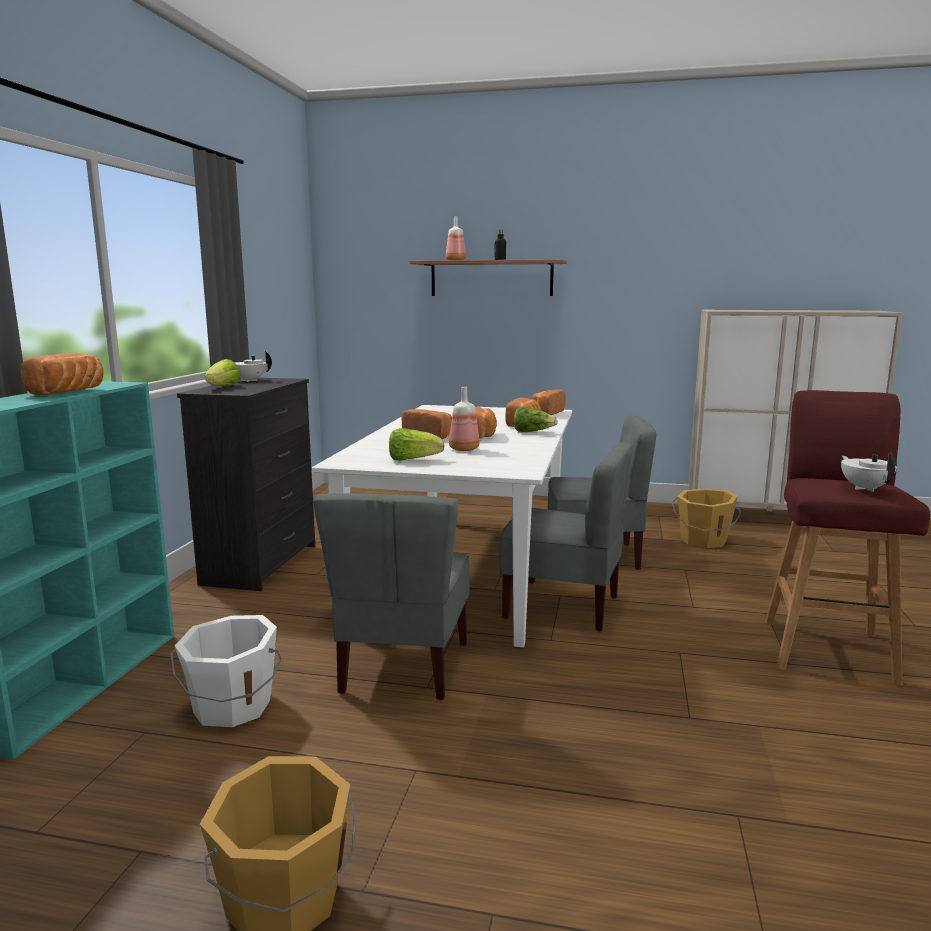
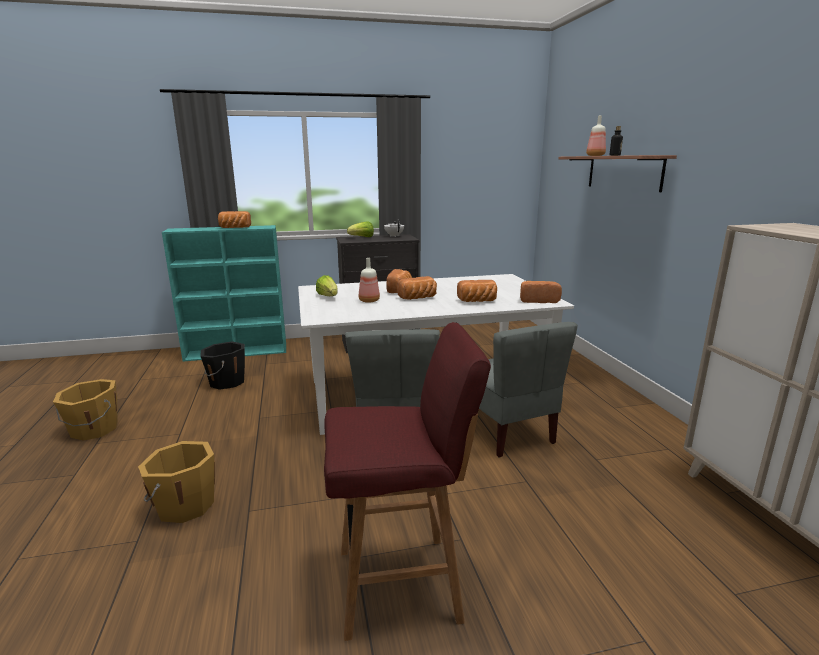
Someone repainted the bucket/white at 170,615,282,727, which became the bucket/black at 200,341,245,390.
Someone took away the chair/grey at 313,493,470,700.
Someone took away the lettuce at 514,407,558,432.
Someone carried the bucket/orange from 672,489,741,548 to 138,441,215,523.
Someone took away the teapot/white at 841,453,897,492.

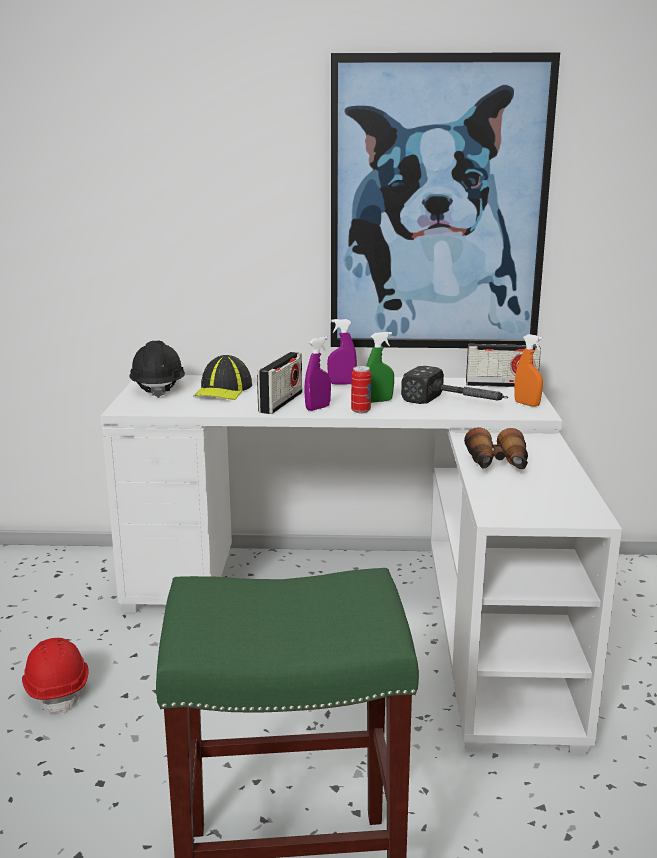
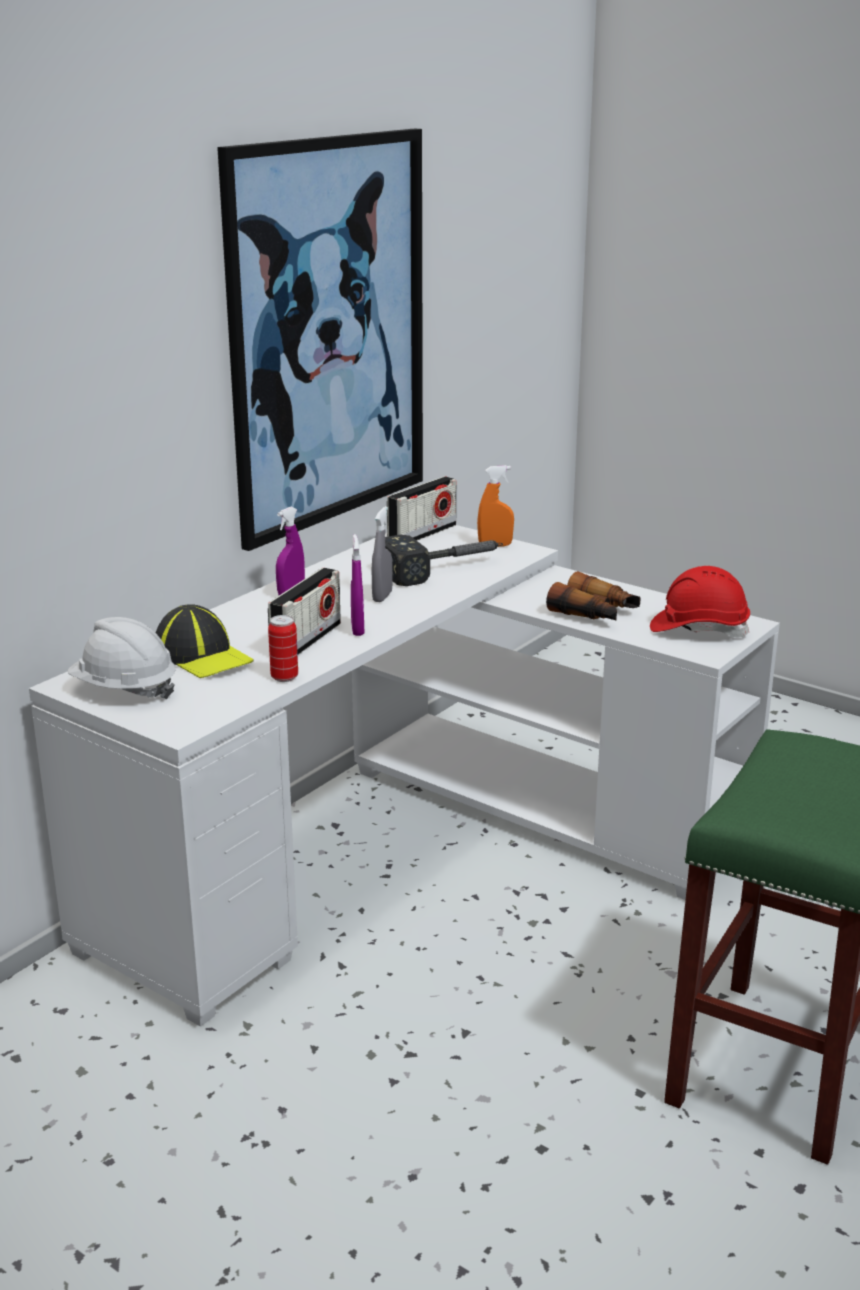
Someone carried the hard hat/red from 22,638,89,714 to 650,566,750,637.
Someone repainted the hard hat/black at 129,341,185,398, which became the hard hat/white at 68,617,176,699.
Someone rotated the radio at 257,352,302,414 by 60 degrees clockwise.
Someone carried the can from 351,366,371,413 to 268,615,298,682.
Someone repainted the spray bottle/green at 366,332,394,403, which became the spray bottle/grey at 372,506,393,602.

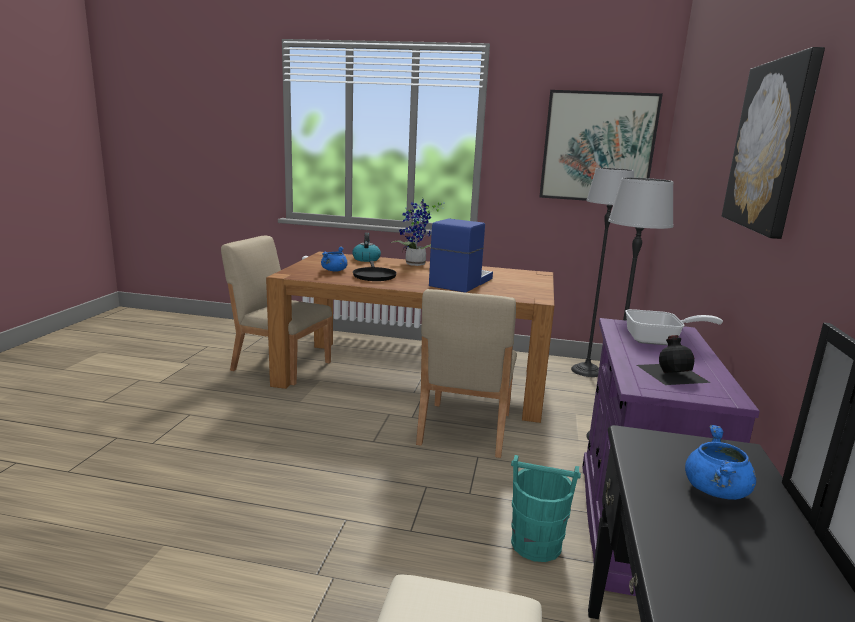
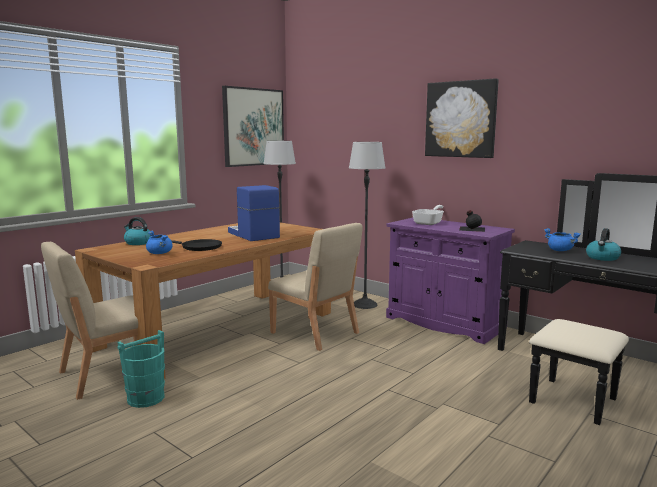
Someone took away the potted plant at 391,199,445,266.
Someone carried the bucket/turquoise from 511,455,581,562 to 118,330,165,408.
Someone put down the kettle at 586,228,621,261.

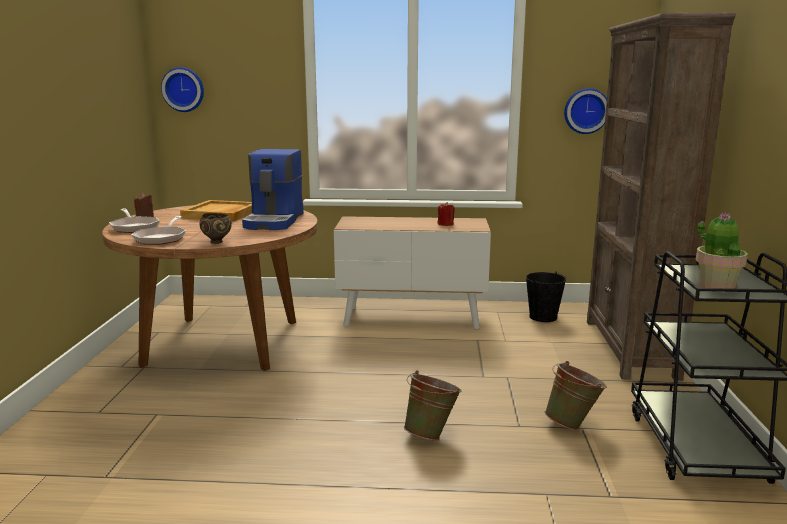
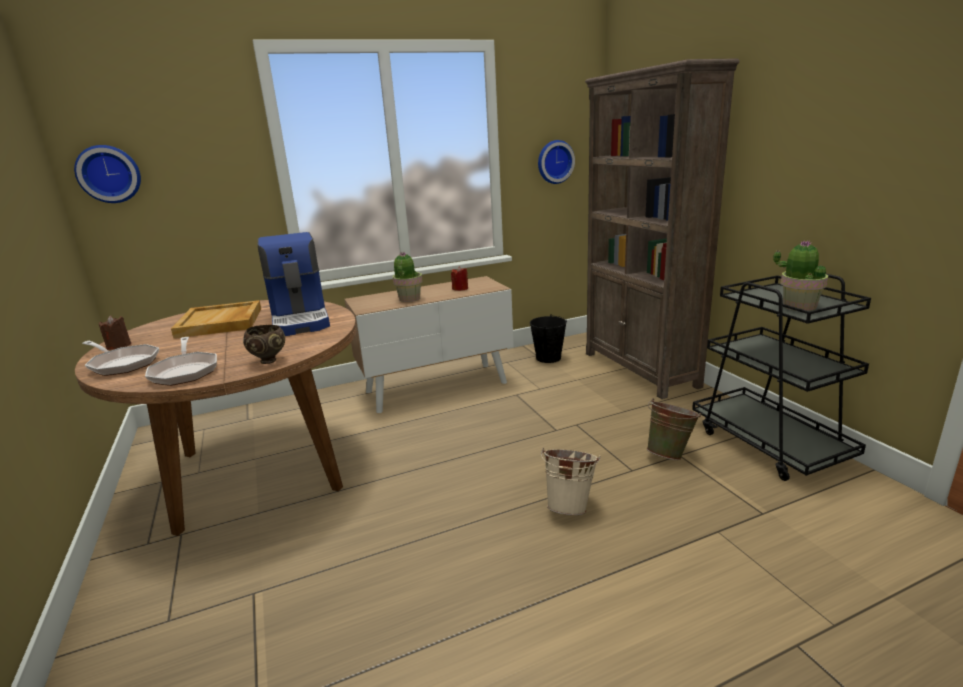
Someone repainted the bucket/green at 404,370,462,440, which became the bucket/beige at 541,447,600,515.
Someone put down the potted plant at 393,252,423,302.

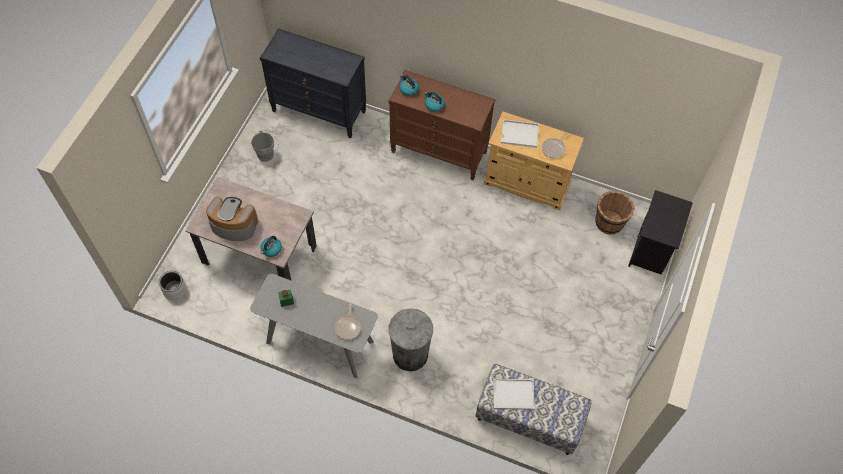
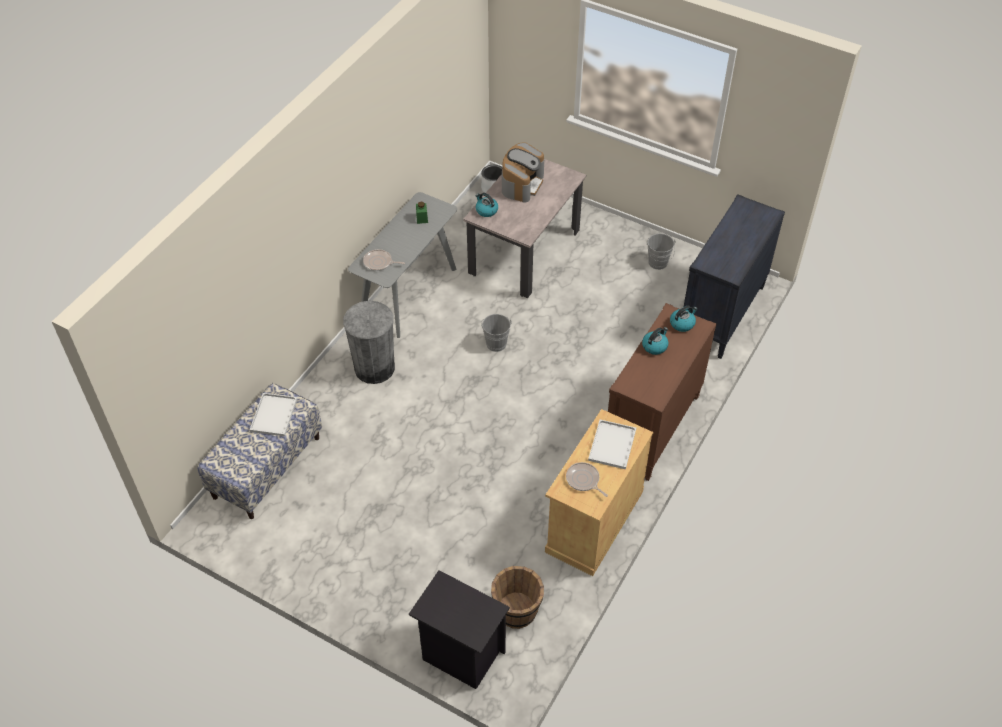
Someone put down the bucket/grey at 481,314,512,352.

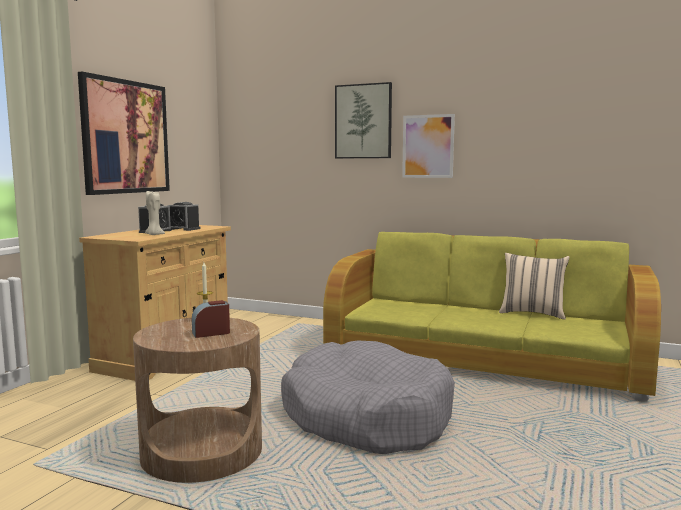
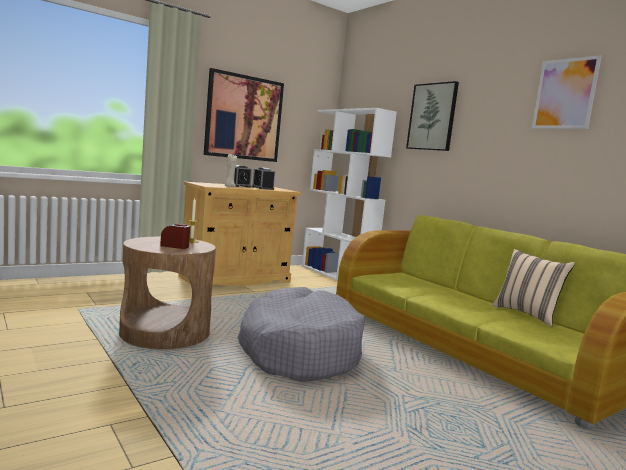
Someone carried the picture from 402,114,455,178 to 532,55,602,129.
Someone put down the bookcase/white at 302,108,397,281.

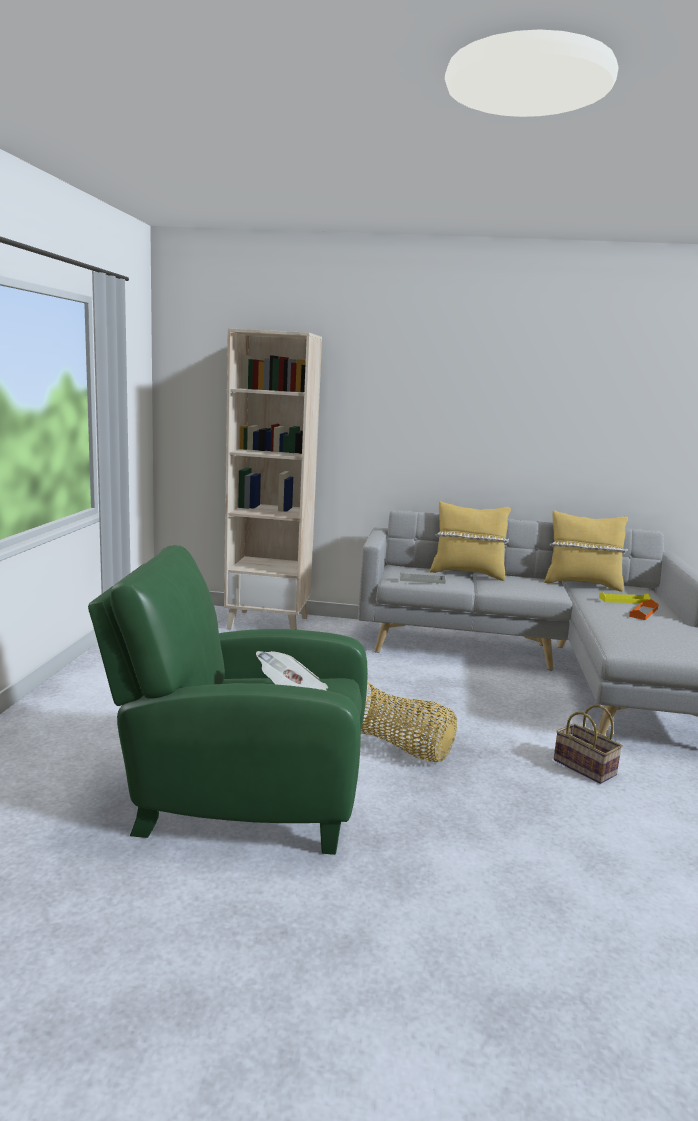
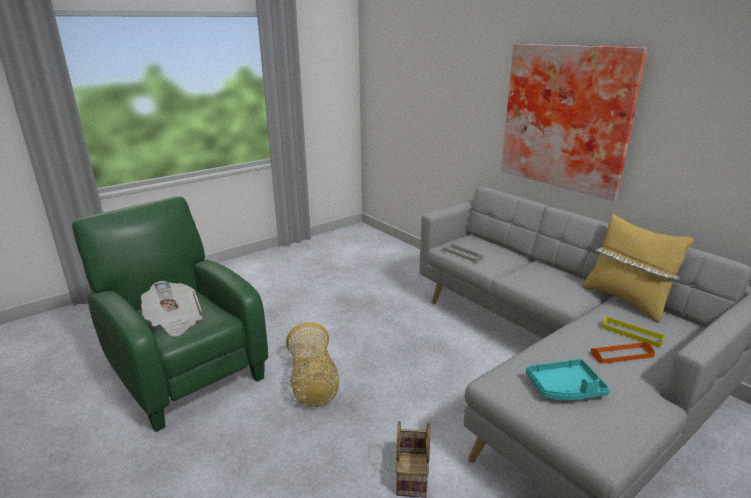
Someone took away the bookcase/beige at 224,328,322,630.
Someone took away the pillow/yellow at 430,501,511,581.
Someone put up the picture at 501,44,647,201.
Someone put down the tray/turquoise at 526,359,610,400.

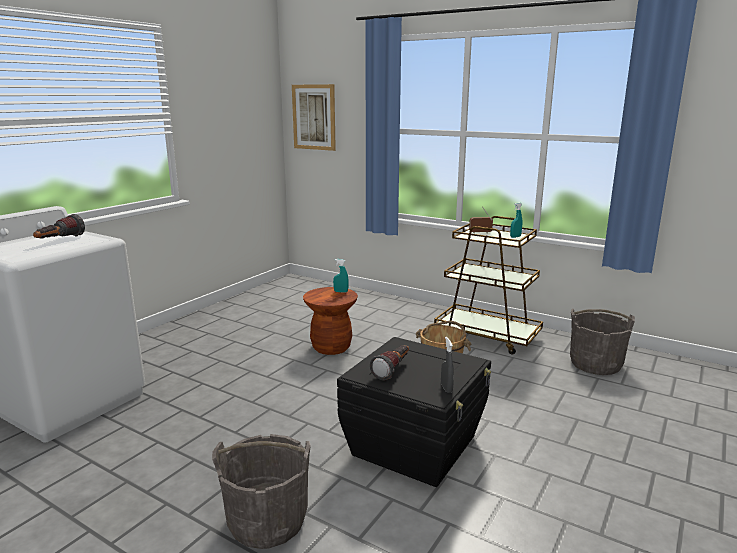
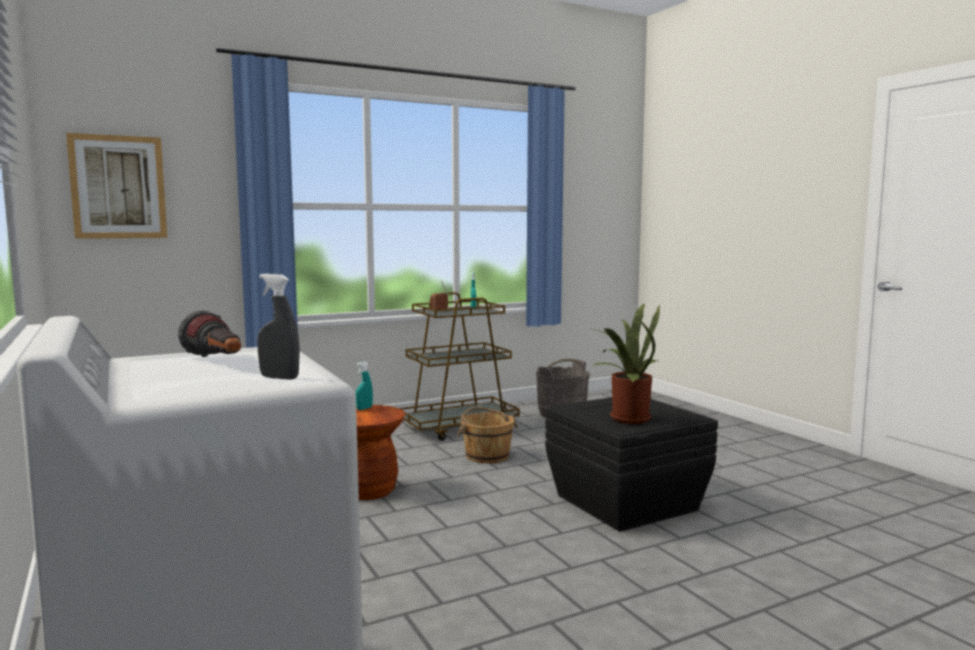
Someone took away the bucket/grey at 212,434,311,549.
Someone swapped the flashlight at 370,345,409,380 for the potted plant at 592,304,660,424.
Someone carried the spray bottle/grey from 441,337,454,393 to 257,274,300,380.

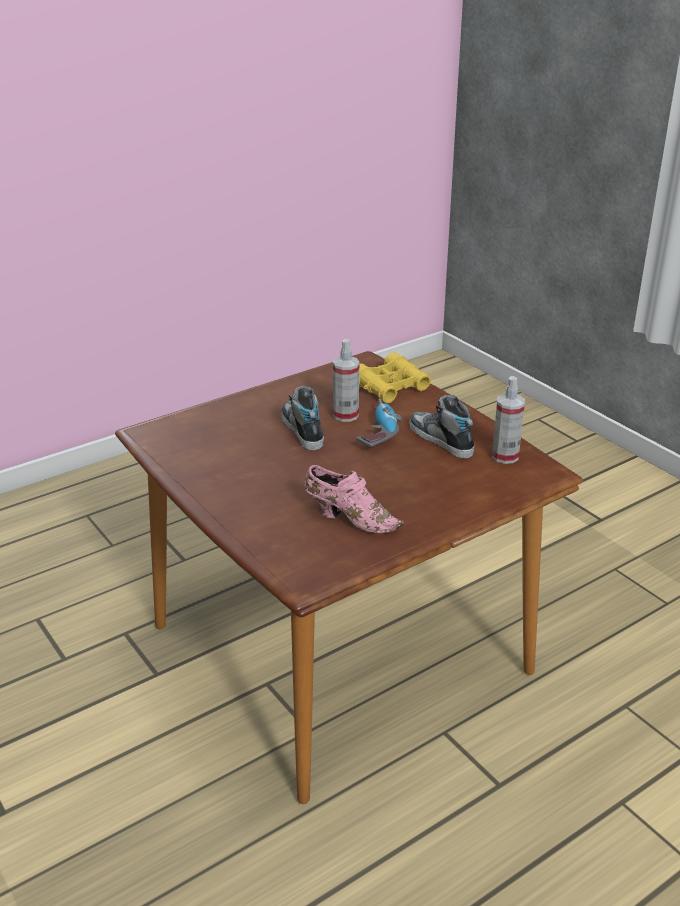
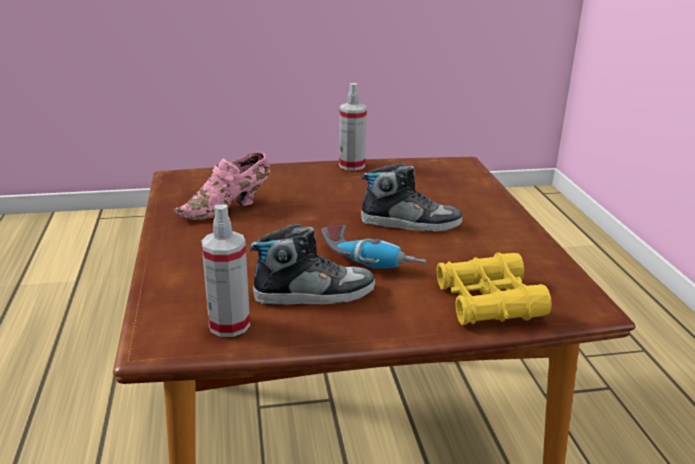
Someone carried the spray bottle from 333,339,359,422 to 339,83,367,171.

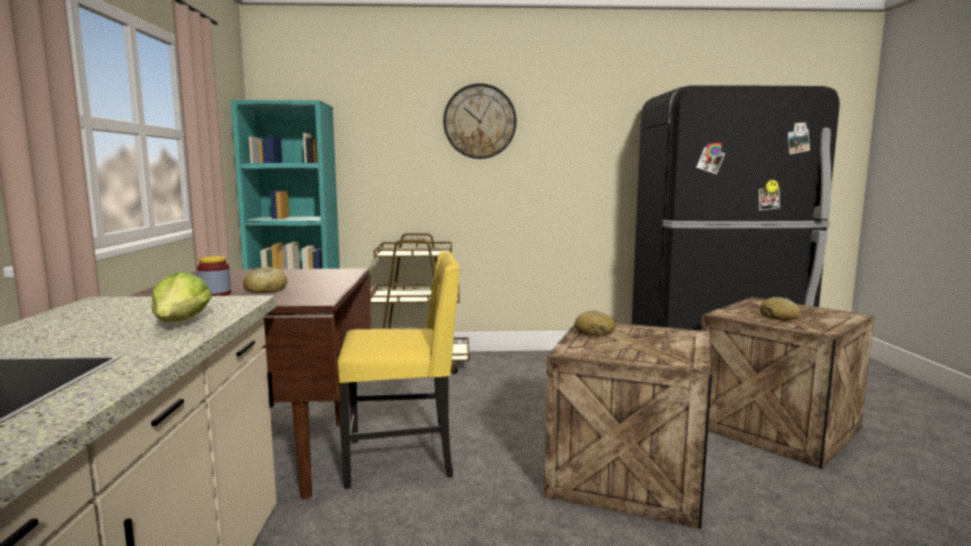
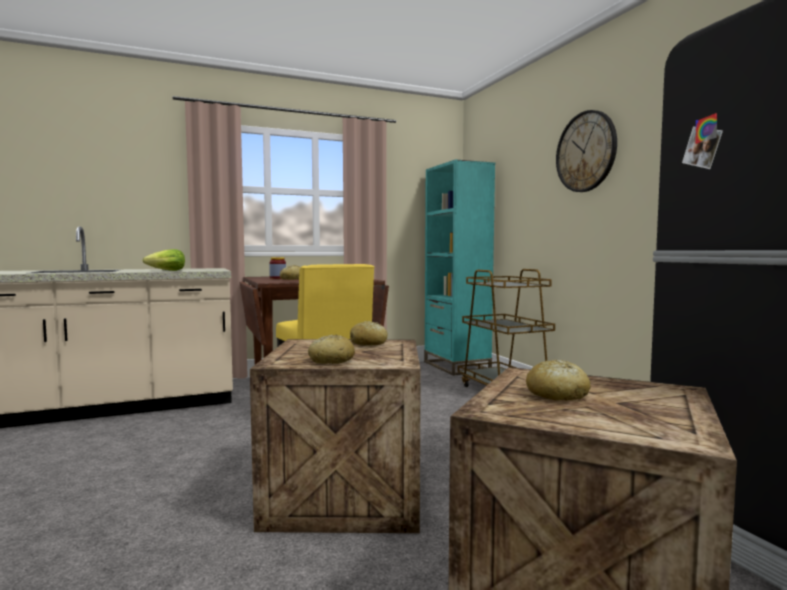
Someone put down the bread at 308,335,355,364.

